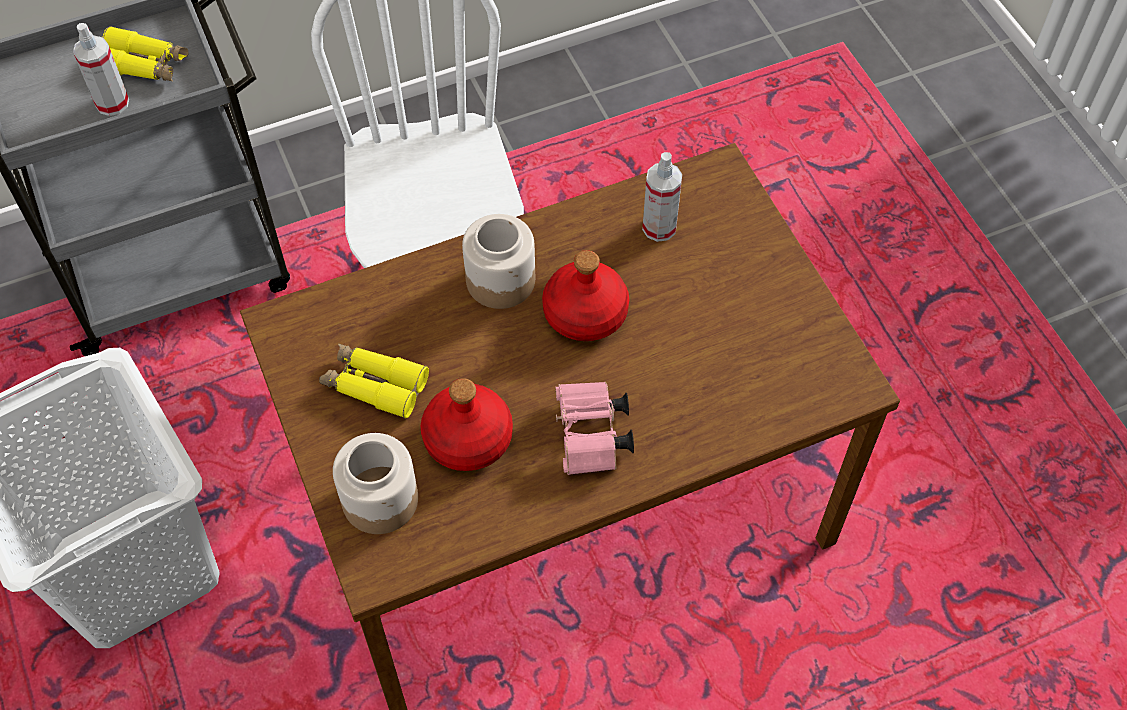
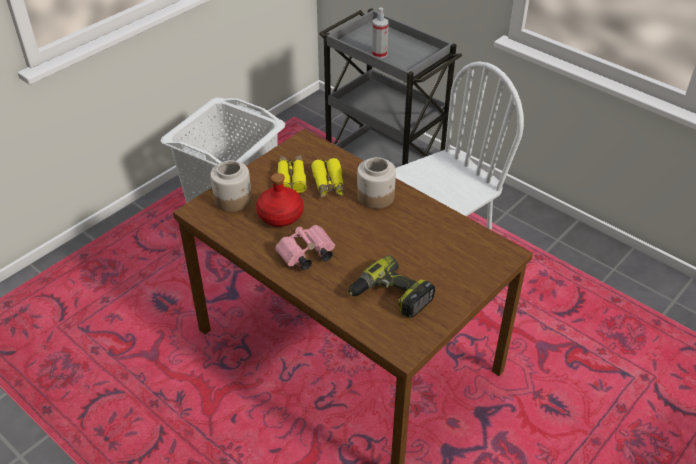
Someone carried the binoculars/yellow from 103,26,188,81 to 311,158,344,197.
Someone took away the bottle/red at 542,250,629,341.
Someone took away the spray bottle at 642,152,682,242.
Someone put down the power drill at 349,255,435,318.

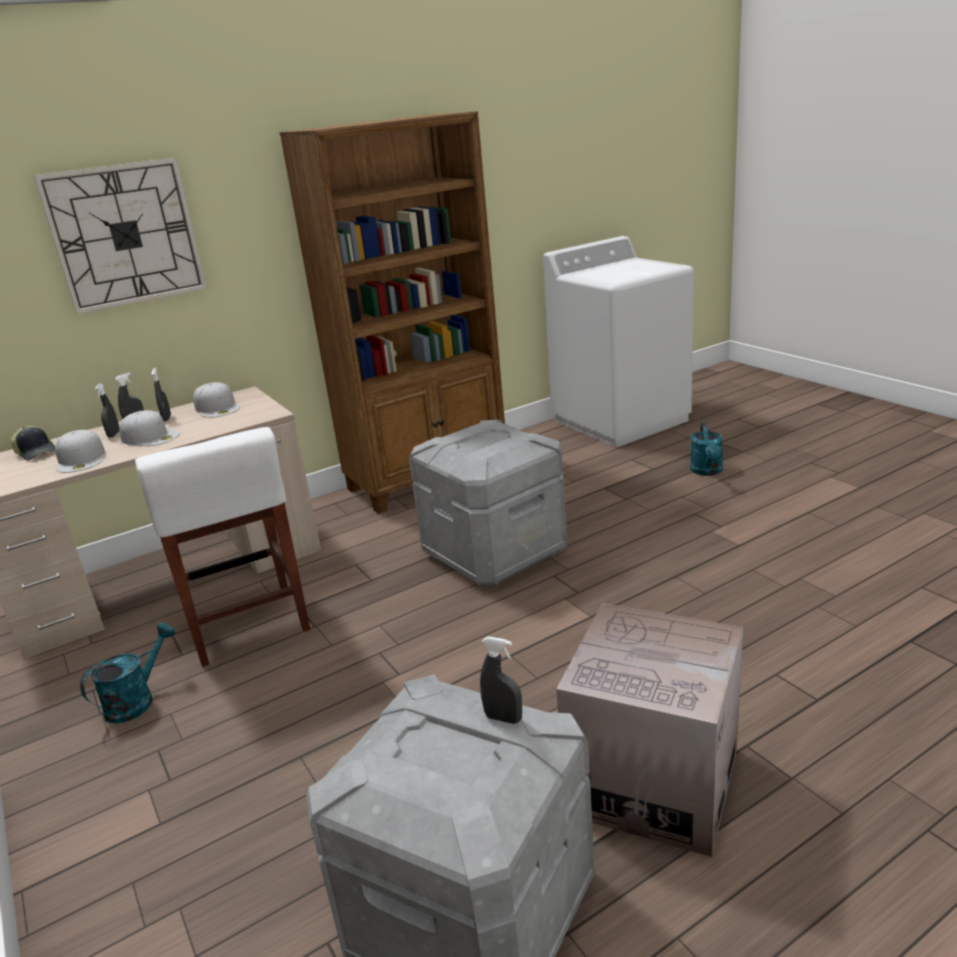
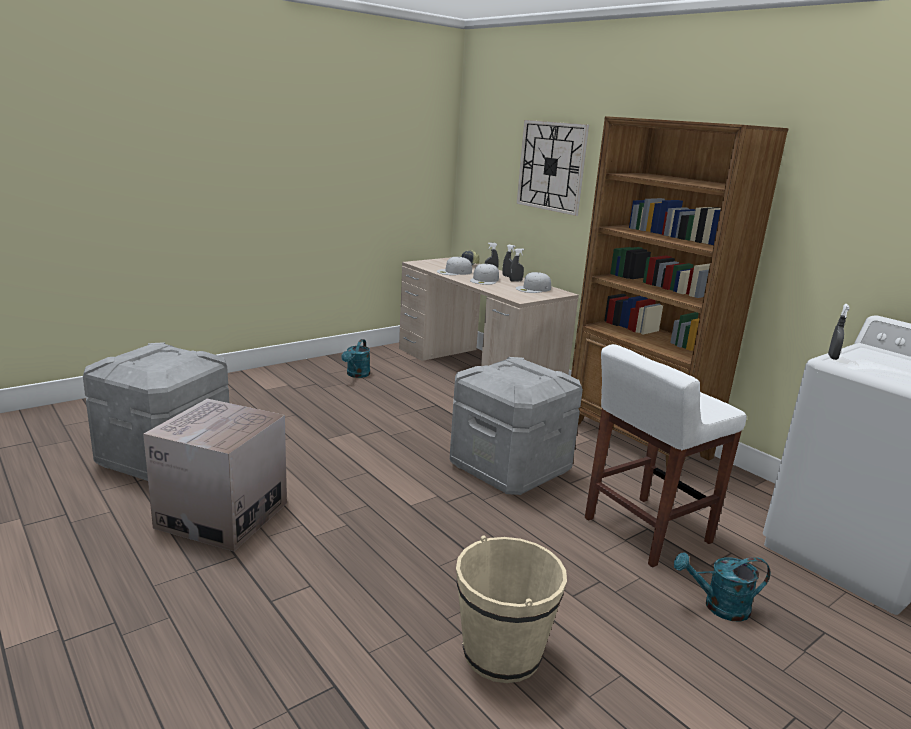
Someone rotated the watering can/turquoise at 80,623,175,723 by 75 degrees clockwise.
Someone carried the stool/white from 135,427,310,667 to 585,344,747,567.
Someone carried the spray bottle/grey from 480,636,522,724 to 828,304,850,360.
Someone put down the bucket/beige at 456,536,567,683.

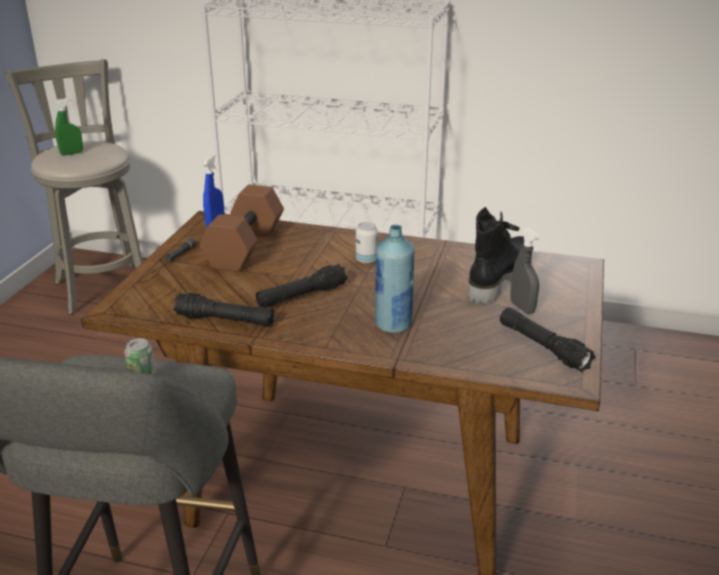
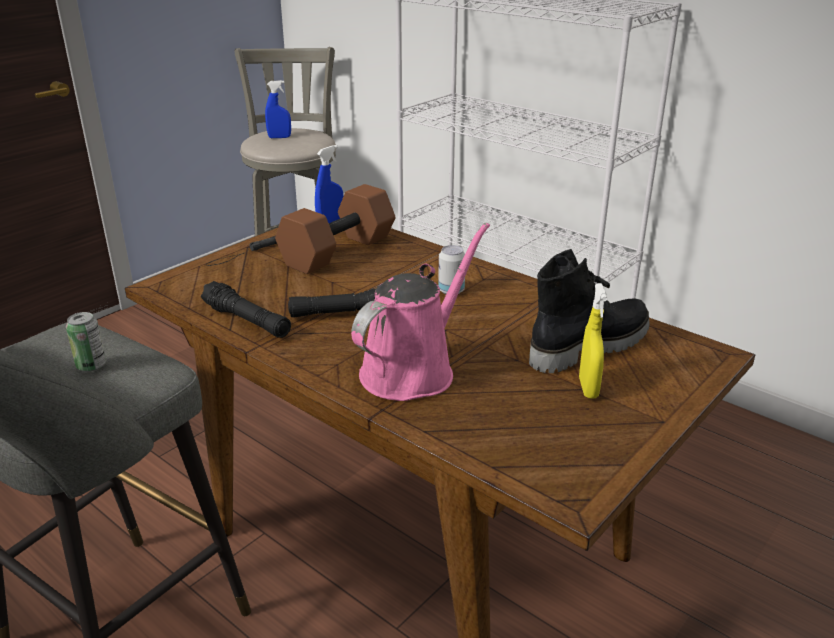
Someone repainted the spray bottle/green at 54,98,83,156, which became the spray bottle/blue at 265,80,291,138.
Someone swapped the bottle/blue at 375,225,415,333 for the watering can/pink at 351,223,490,401.
Someone took away the flashlight/black at 500,307,595,372.
Someone repainted the spray bottle/grey at 510,227,541,314, which became the spray bottle/yellow at 579,283,607,399.

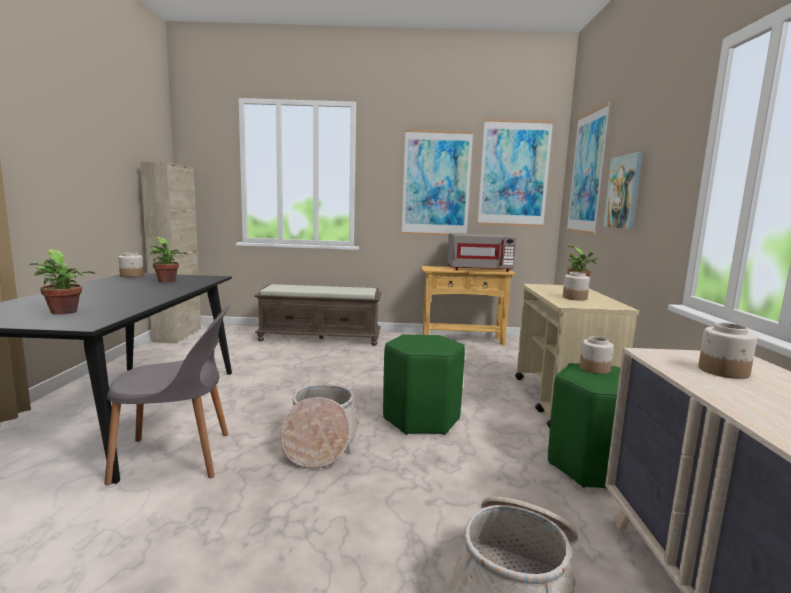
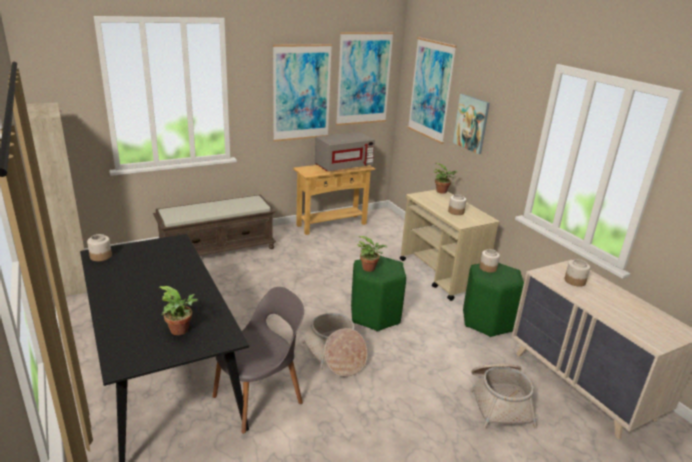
Someone carried the potted plant from 150,237,188,282 to 357,236,387,272.

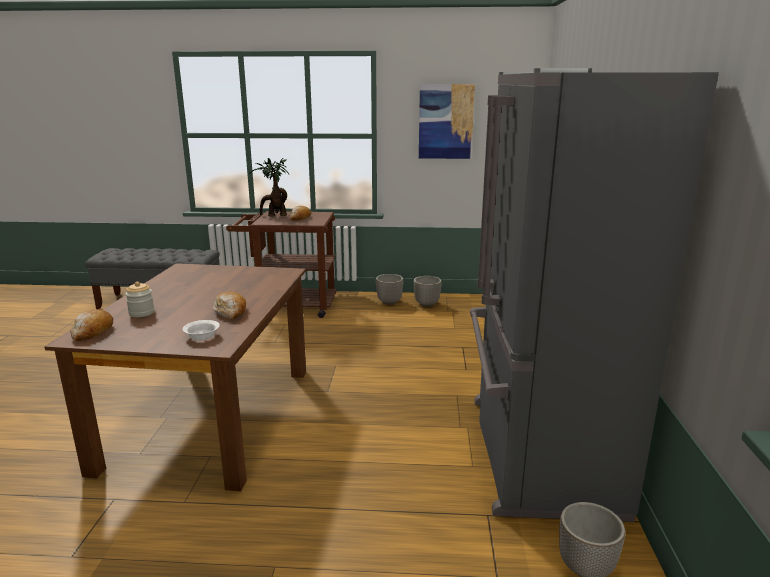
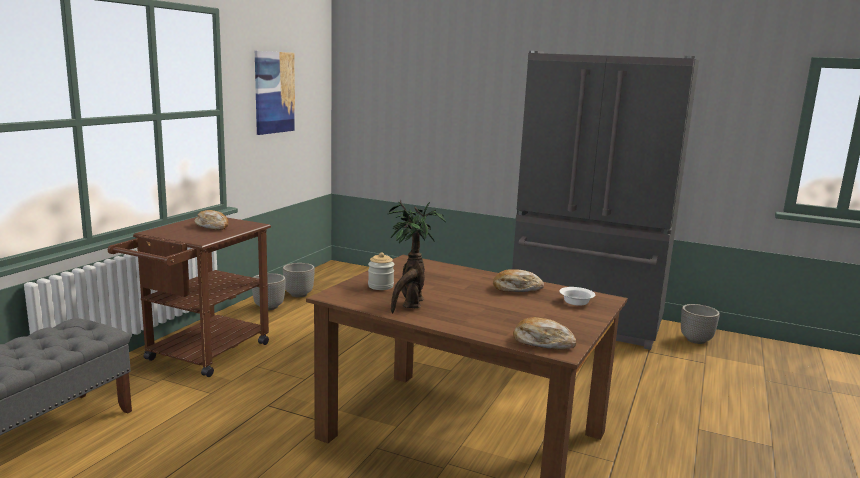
Someone carried the jar from 125,282,154,317 to 368,252,394,290.
Someone carried the potted plant from 249,158,290,217 to 388,199,446,313.

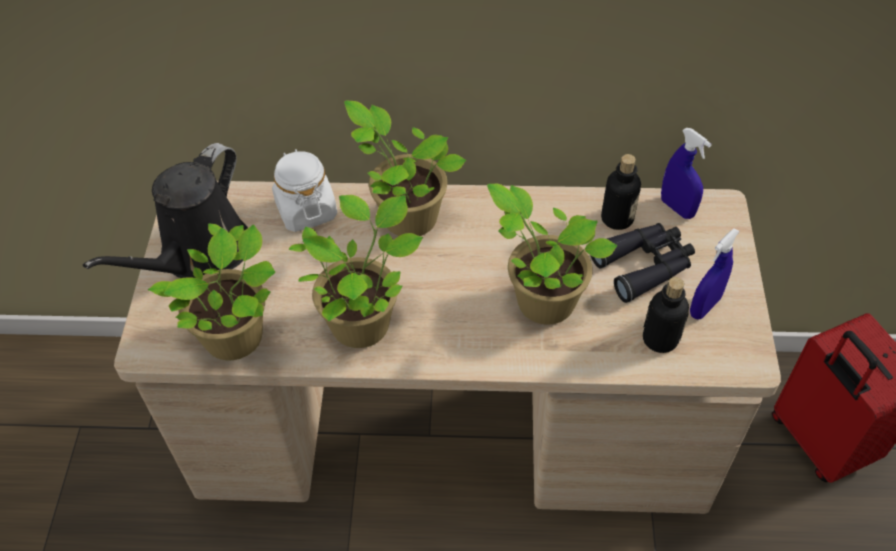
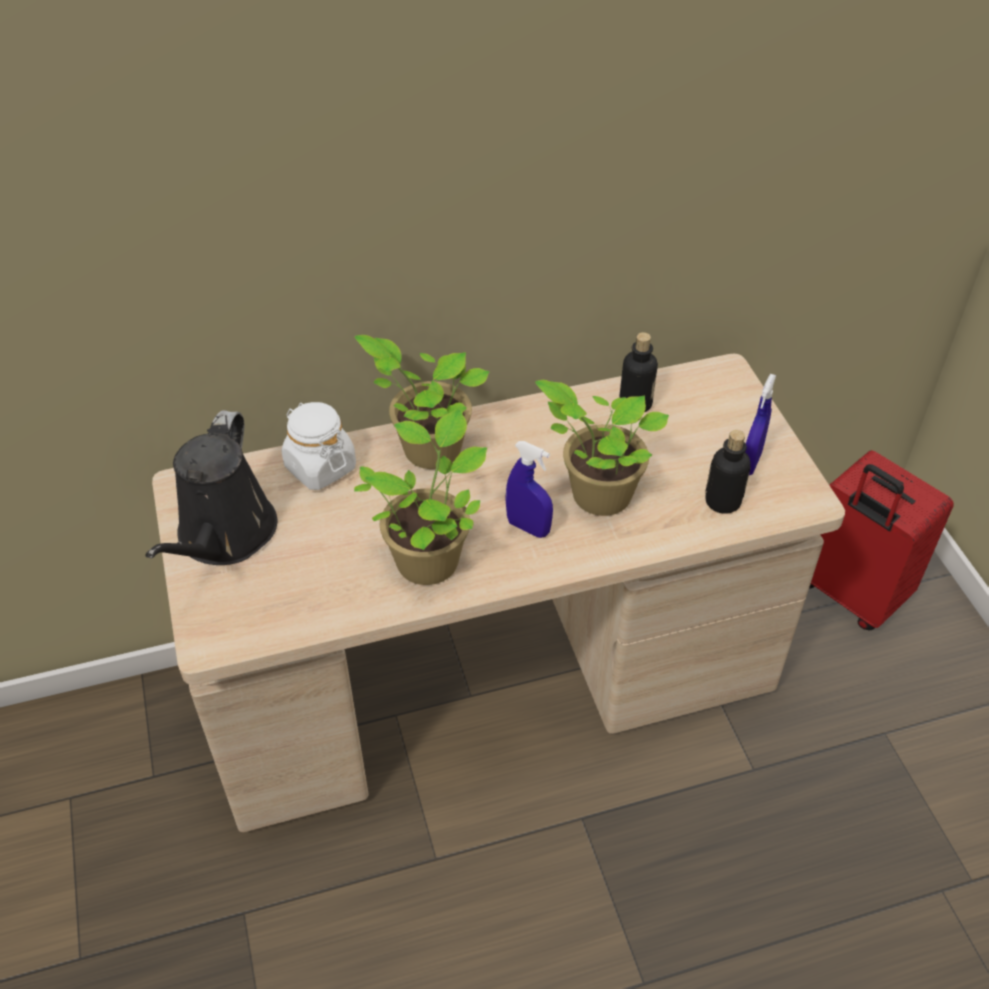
Someone took away the potted plant at 148,224,275,360.
Someone took away the binoculars/black at 590,223,695,303.
Someone carried the spray bottle/blue from 661,128,712,219 to 505,441,553,538.

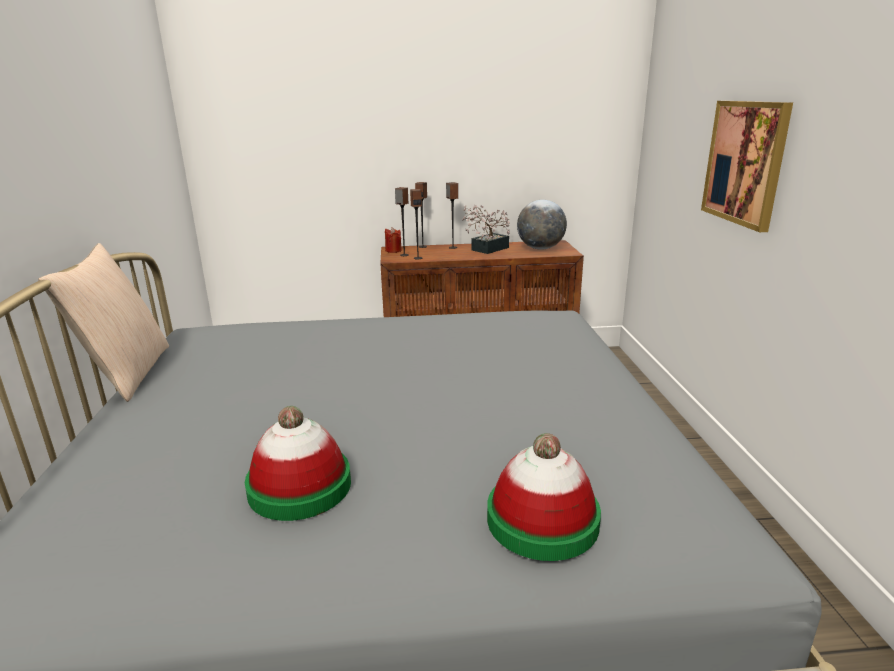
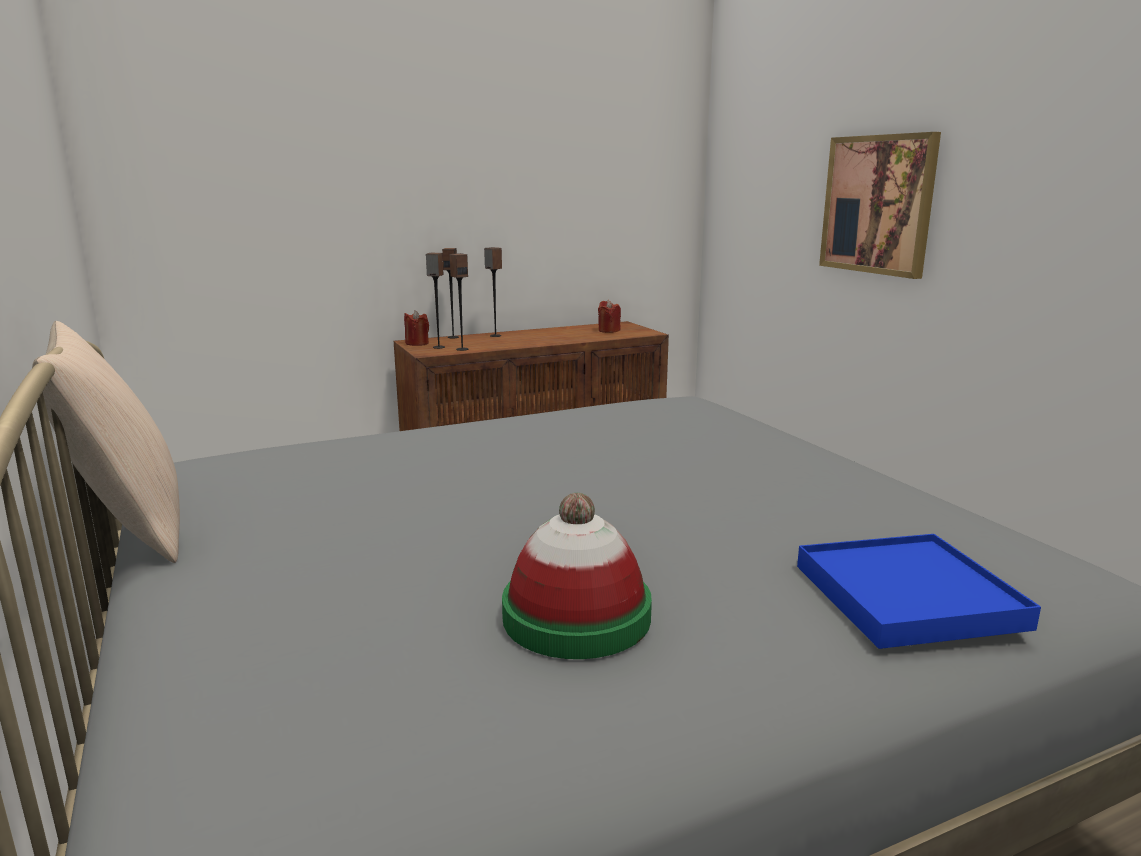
Someone took away the potted plant at 462,205,510,254.
Someone swapped the hat at 487,433,601,561 for the tray/blue at 797,534,1041,649.
Someone swapped the globe at 517,200,567,250 for the candle/red at 598,300,621,333.

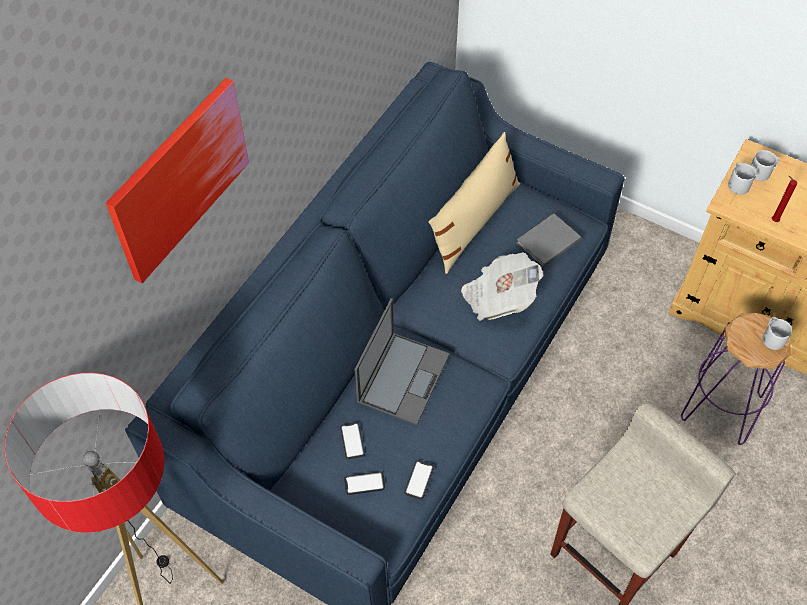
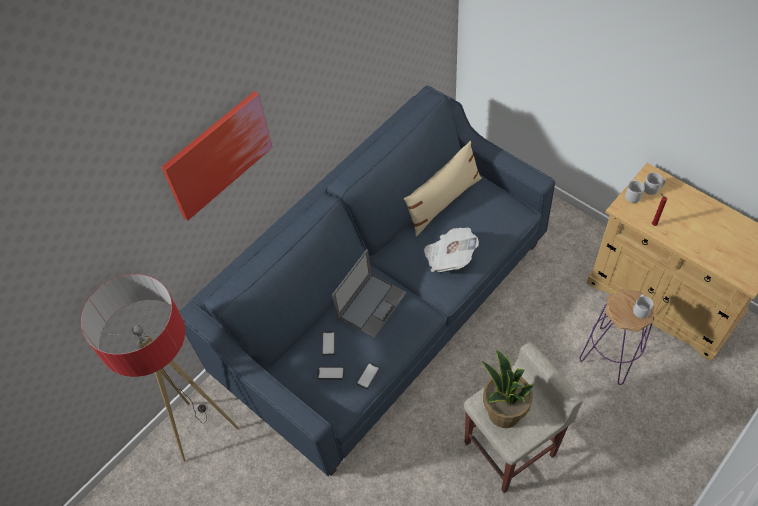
Someone took away the book/grey at 516,213,581,268.
Someone put down the potted plant at 482,350,534,428.

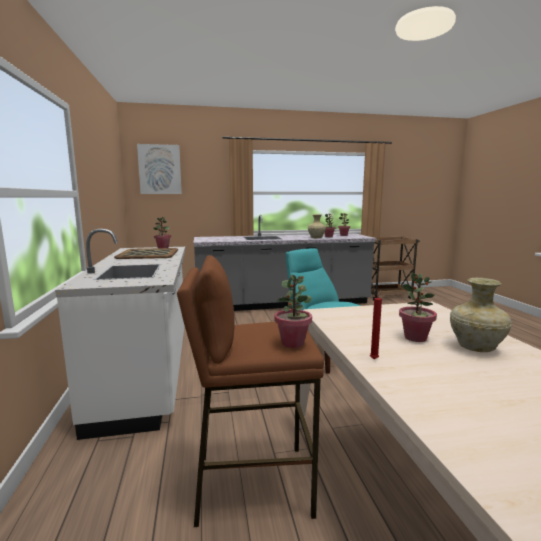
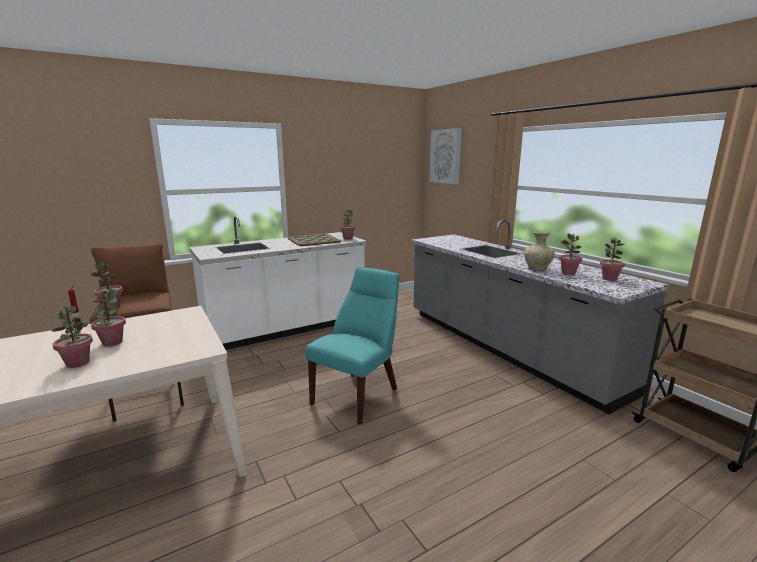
Someone swapped the vase/beige at 450,278,512,352 for the potted plant at 52,306,93,368.

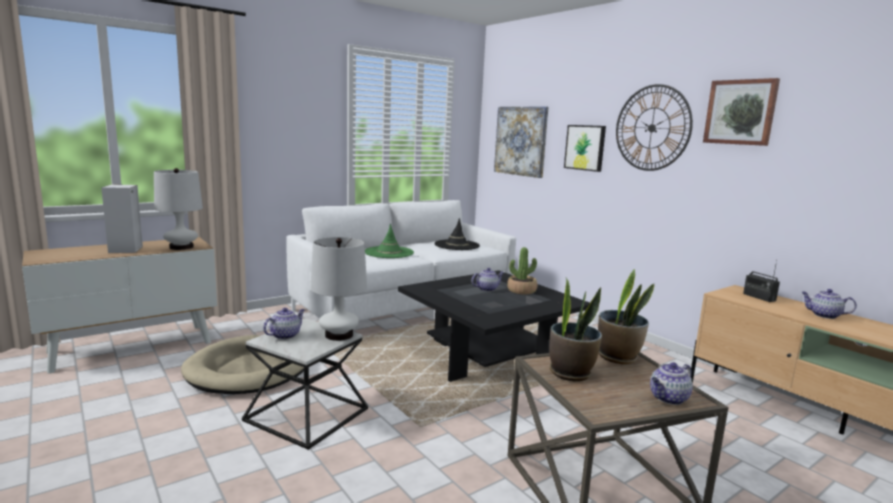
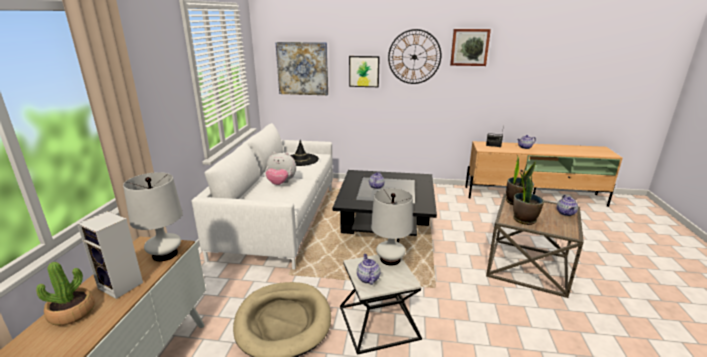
Someone swapped the hat/green at 365,223,414,258 for the plush toy at 265,152,296,185.
Someone carried the potted plant from 507,247,537,294 to 36,262,95,326.

